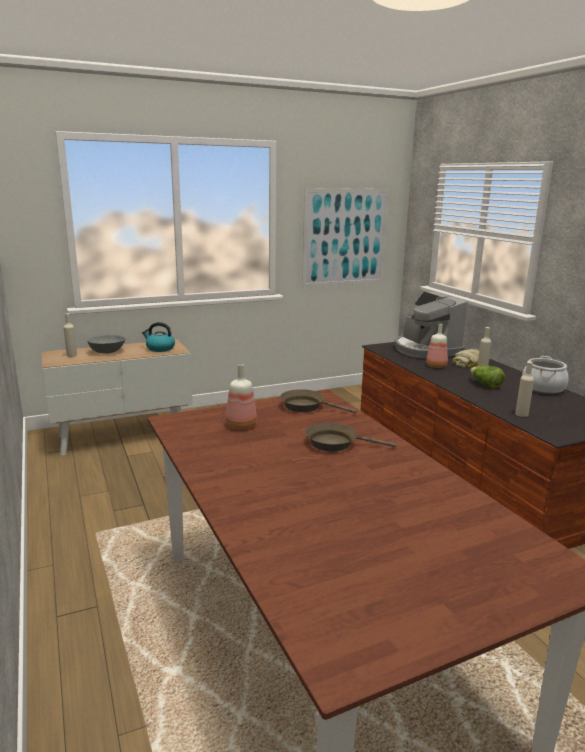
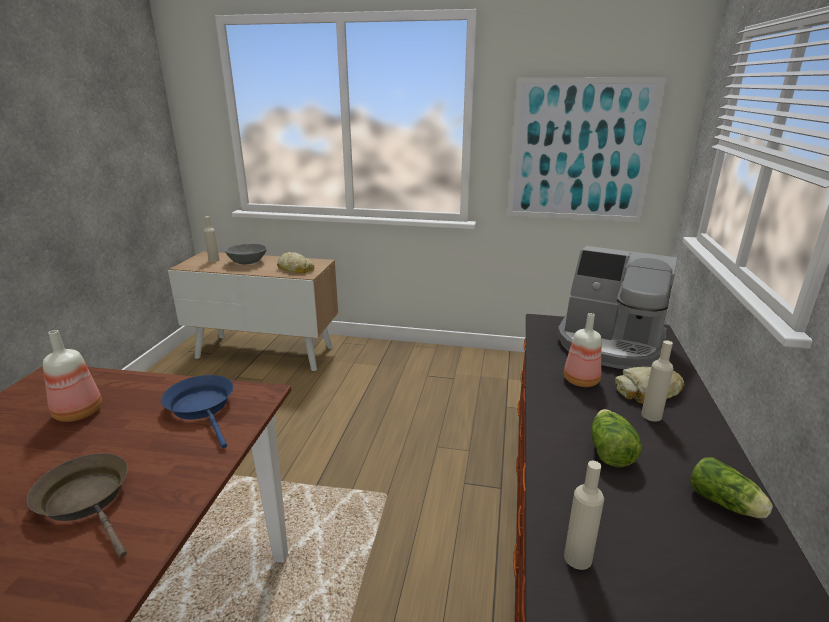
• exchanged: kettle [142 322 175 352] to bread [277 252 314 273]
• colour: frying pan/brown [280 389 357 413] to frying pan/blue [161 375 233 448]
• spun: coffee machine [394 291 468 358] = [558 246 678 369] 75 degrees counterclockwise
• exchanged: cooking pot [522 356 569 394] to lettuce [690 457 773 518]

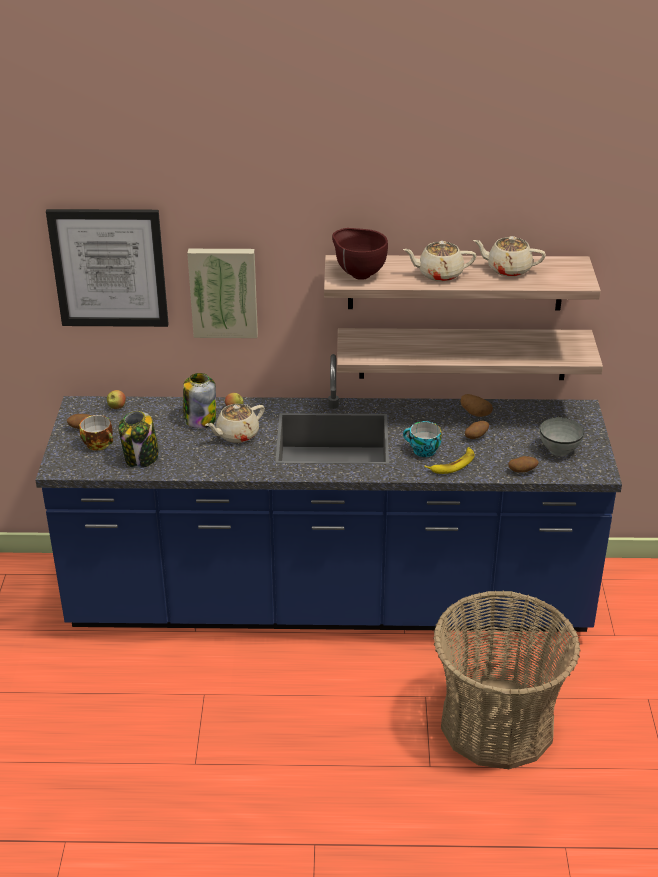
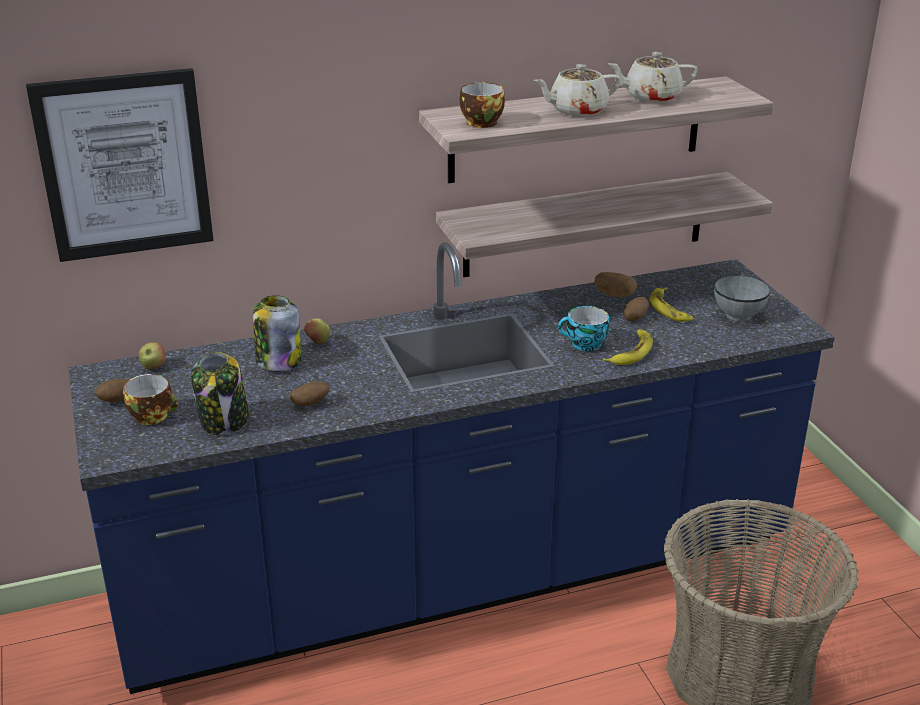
• missing: picture [187 249 258 338]
• missing: teapot/beige [205 404 265 443]
• exchanged: bowl/brown [332 228 388 280] to cup [460 83 505 128]
• relocated: potato [509 456 539 472] to [289 382 330 406]
• appeared: banana [650 287 693 322]

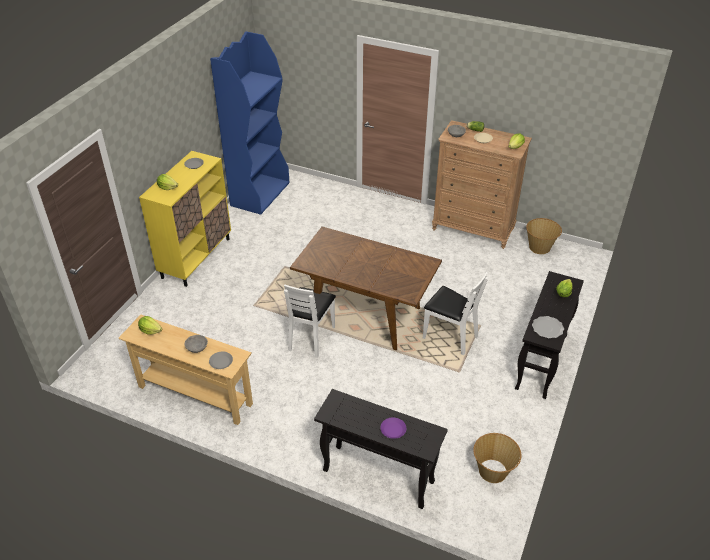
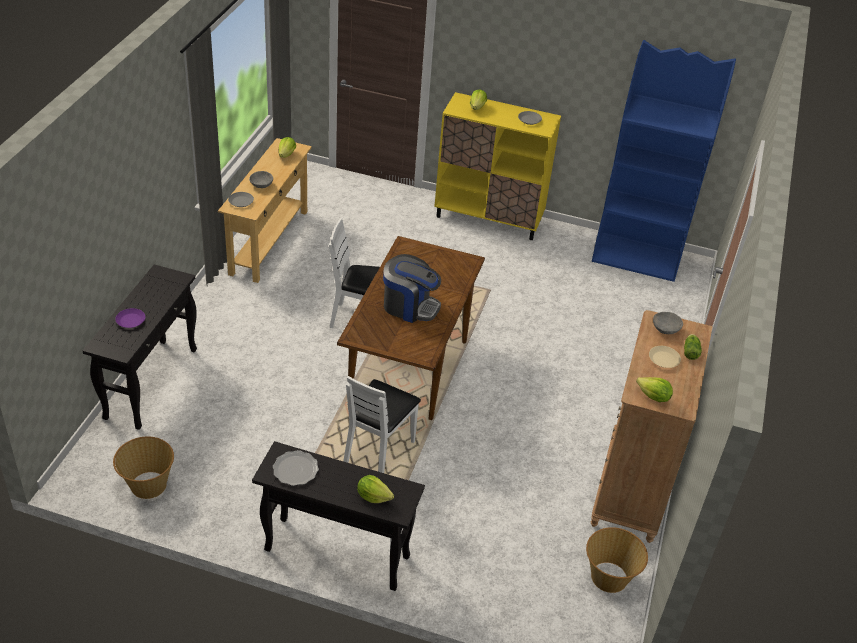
• appeared: coffee machine [383 254 441 323]

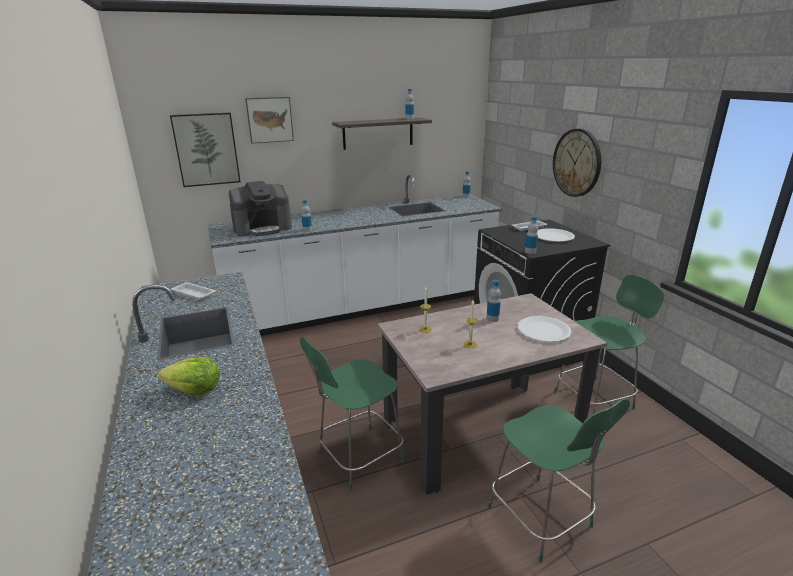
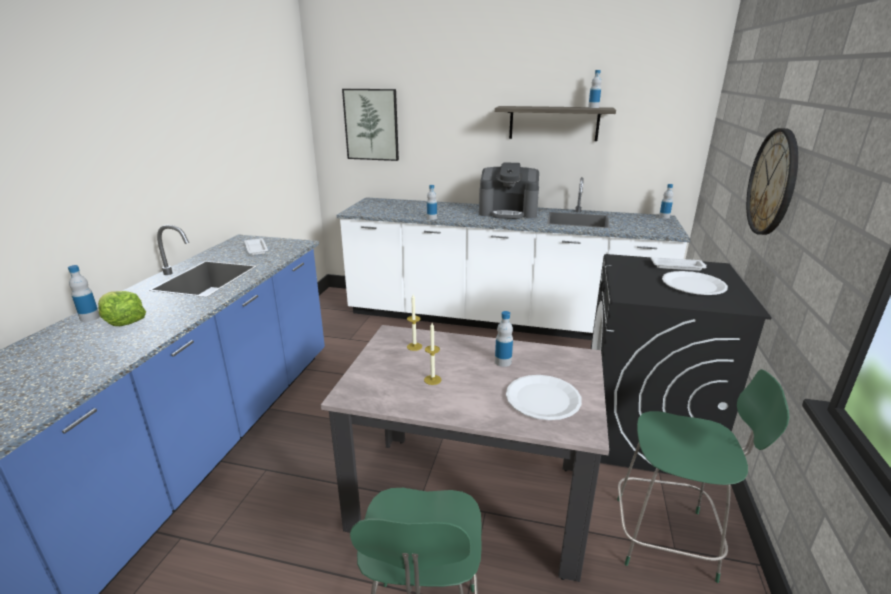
• relocated: coffee machine [229 181 292 237] to [479 162 539 219]
• missing: picture [245 97 294 144]
• missing: chair/green [300 337 405 491]
• relocated: bottle [525 216 538 254] to [68 265 100 322]

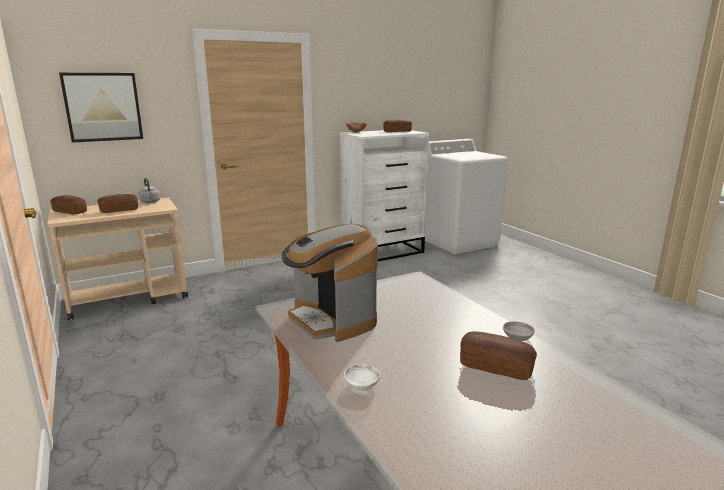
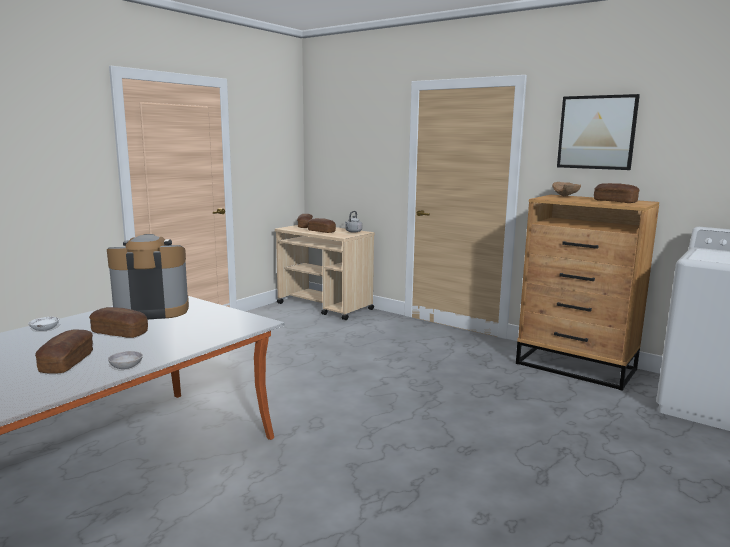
• relocated: picture [59 73 143 143] to [557 94 640 170]
• spun: coffee machine [281 224 378 342] = [107 234 189 320] 45 degrees clockwise
• colour: dresser/white [339 130 429 261] to dresser/brown [516 195 659 391]
• appeared: bread [89 307 148 338]

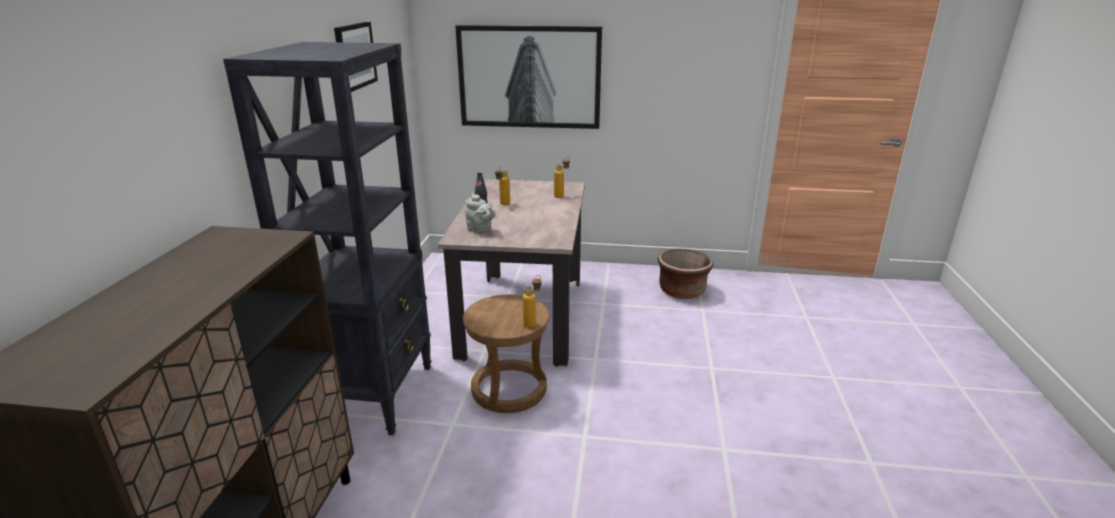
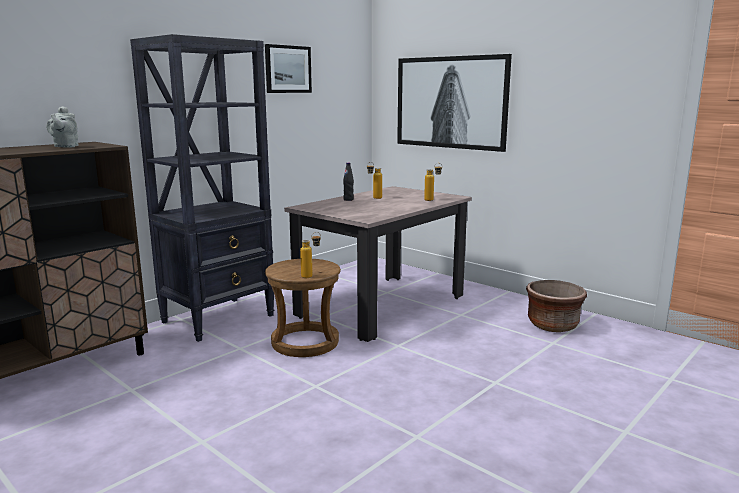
• relocated: teapot/grey [465 194 496 234] to [46 106 78 148]

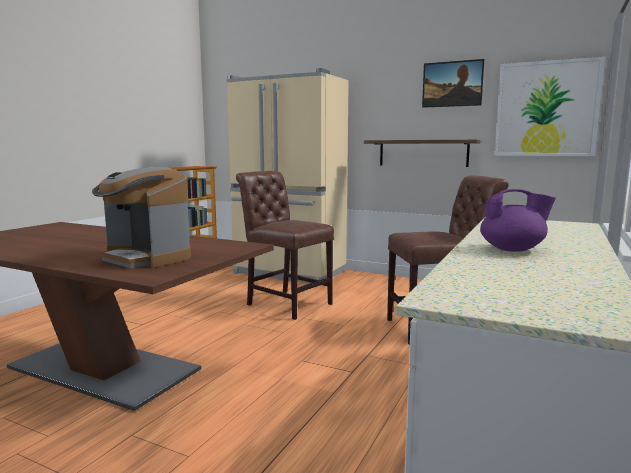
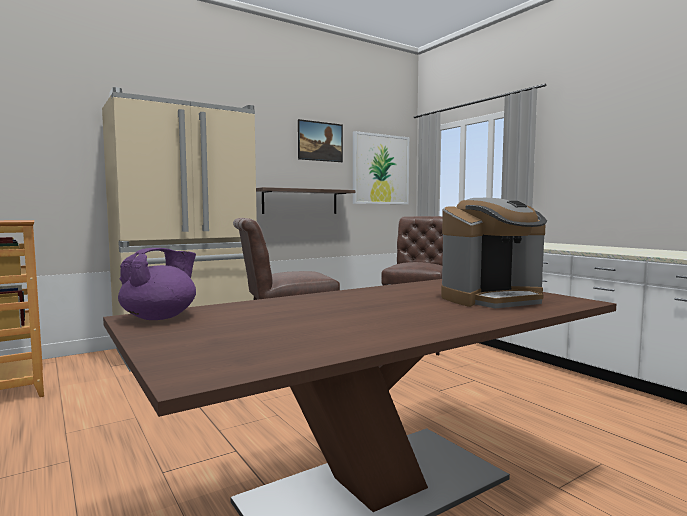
• relocated: teapot/purple [480 189 556 252] to [118 248 196 320]

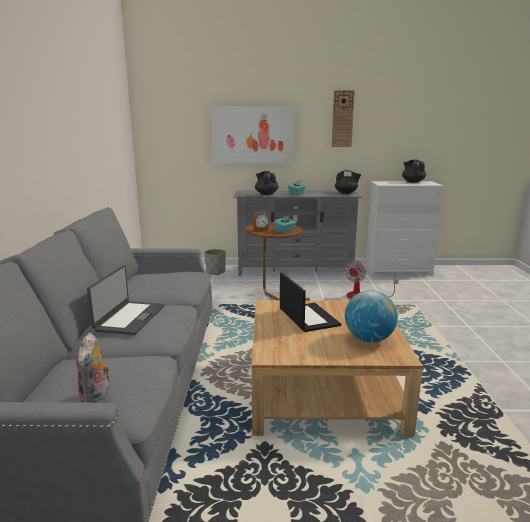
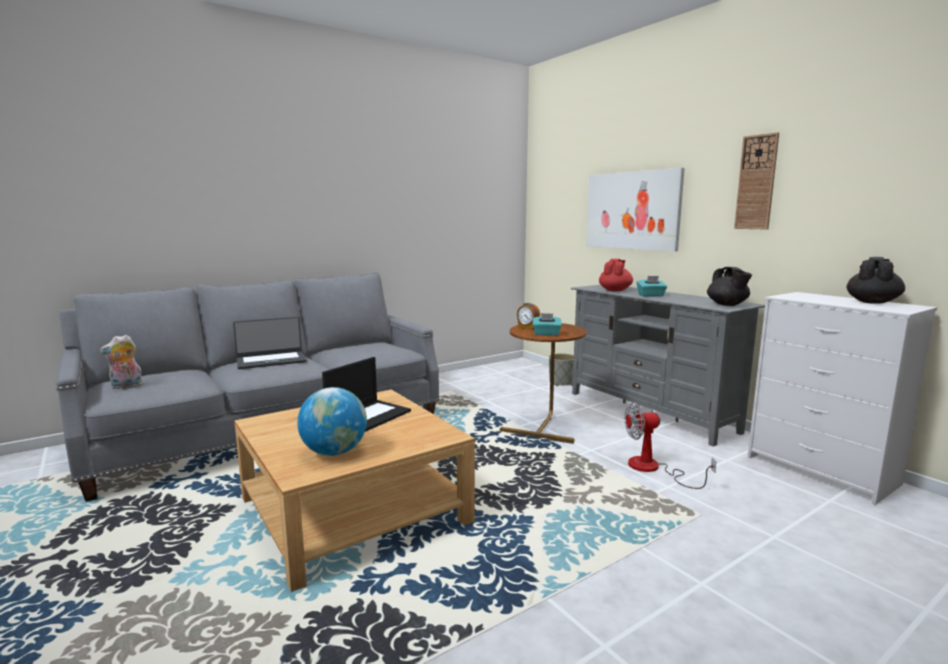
• colour: teapot/black [255 171 279 195] to teapot/red [599 259 633 291]

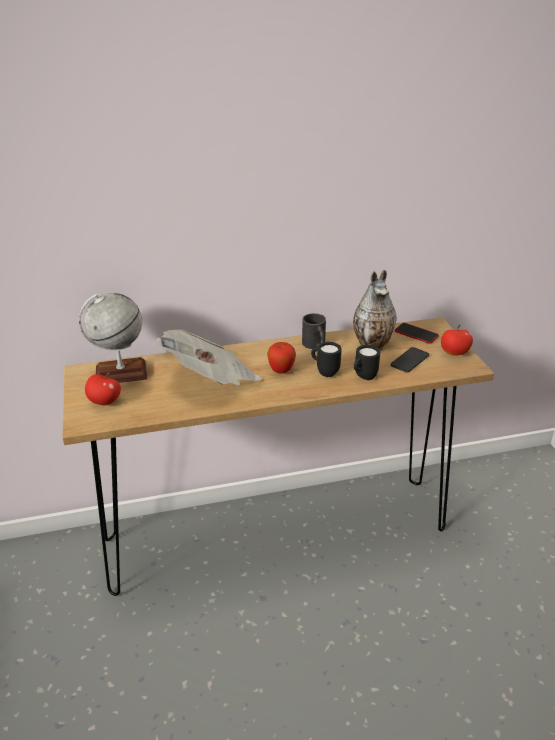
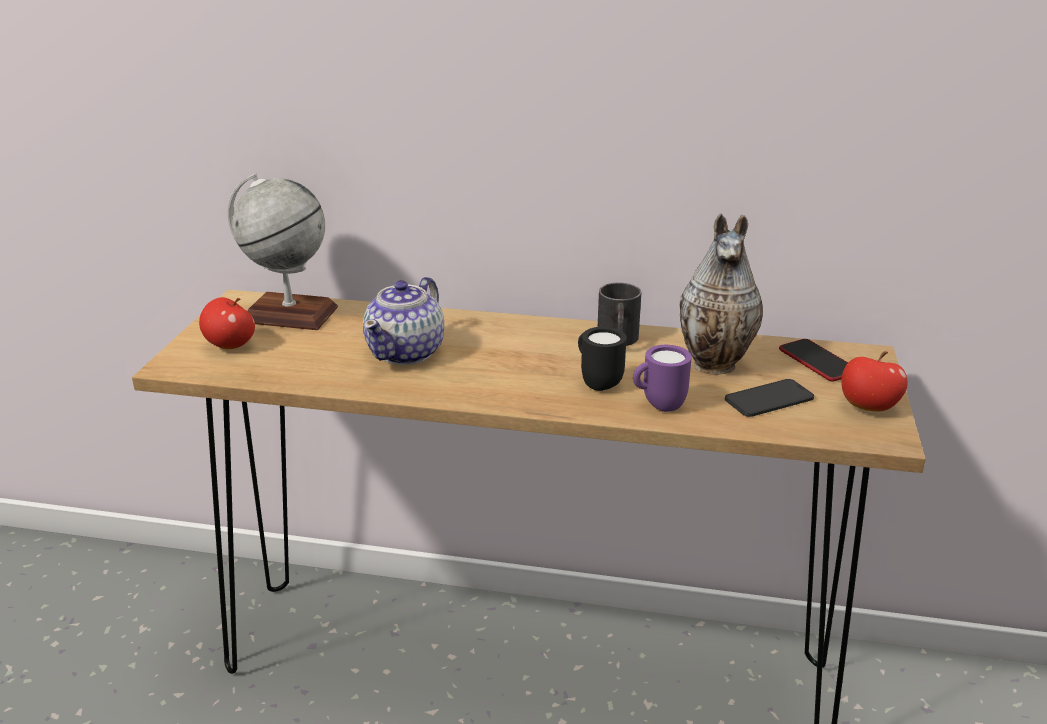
• exchanged: newspaper [155 329 262 385] to teapot [363 277 444 365]
• missing: apple [267 342 296 374]
• colour: mug/black [354 345 380 380] to mug/purple [633 345 692 412]

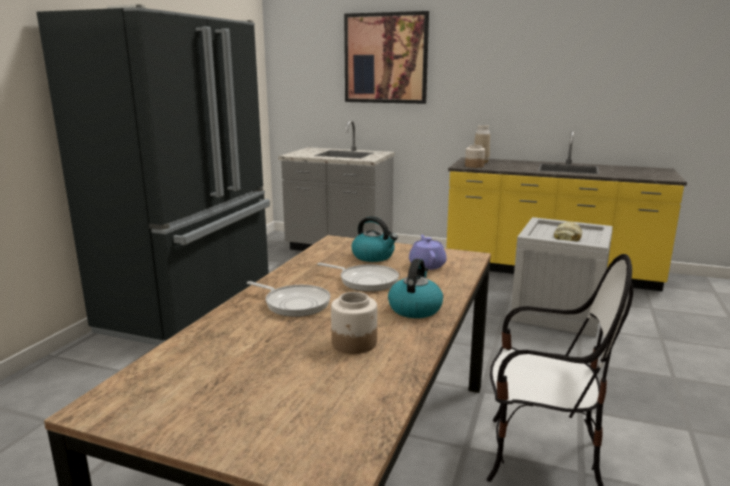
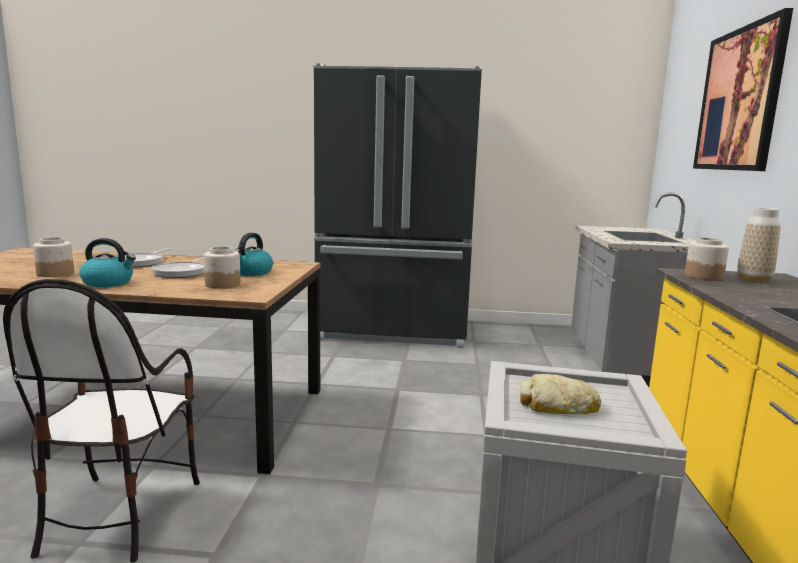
• exchanged: teapot/purple [409 235 447 270] to jar [204 246 241 289]

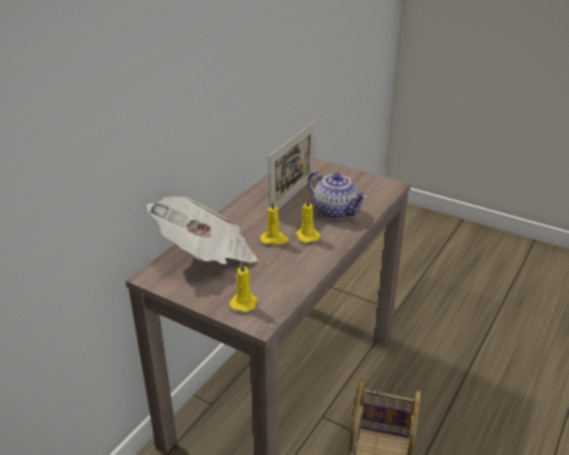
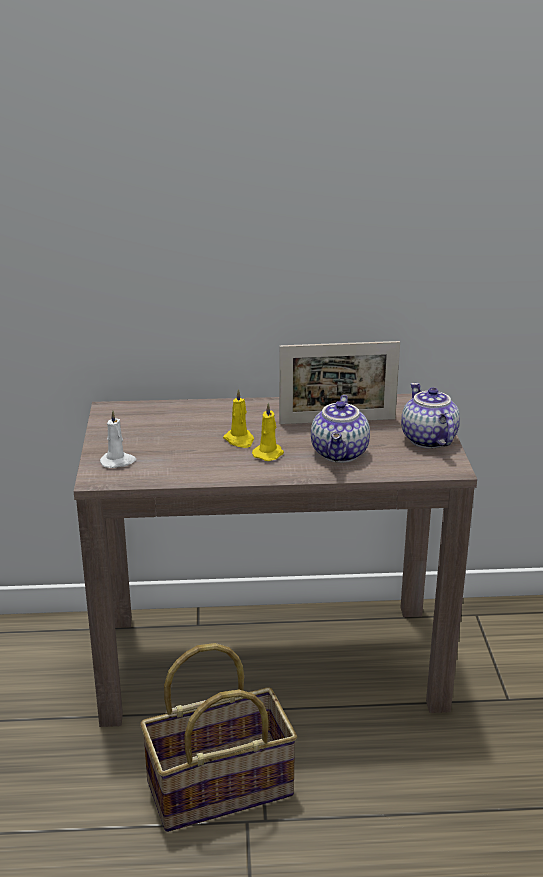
• missing: newspaper [146 196 258 265]
• colour: candle/yellow [229 261 258 312] to candle/white [100 410 136 468]
• appeared: teapot [401 383 460 449]

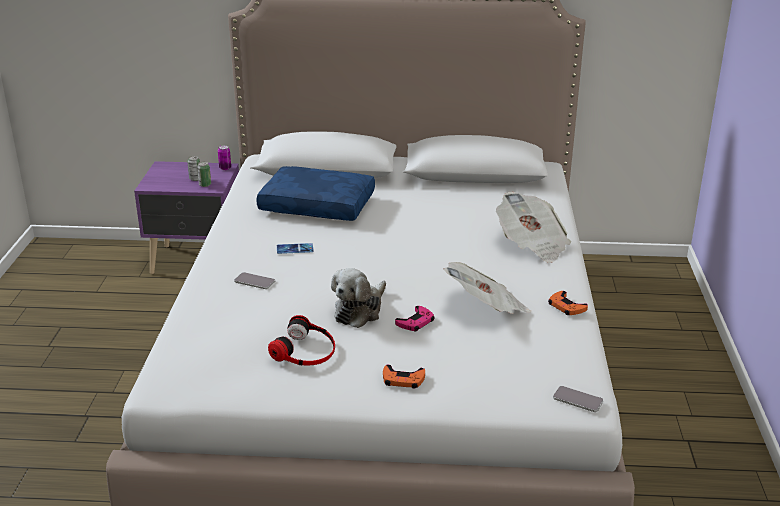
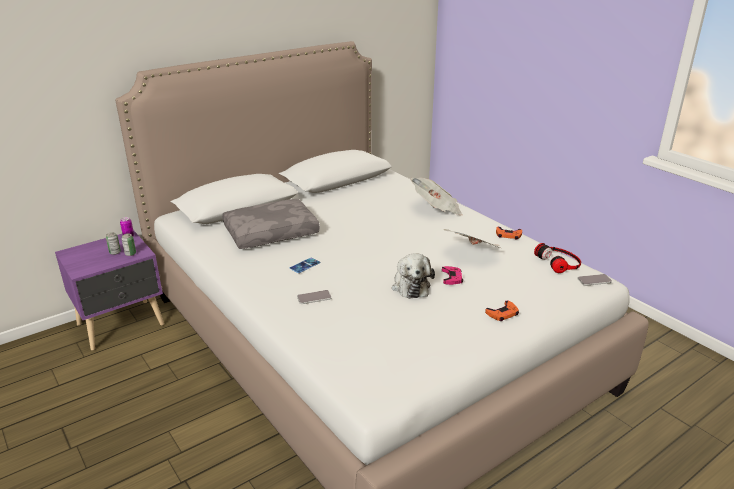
• colour: pillow/blue [256 166 375 221] to pillow/grey [222 199 320 249]
• relocated: headphones [268 315 335 366] to [534 243 581 273]

